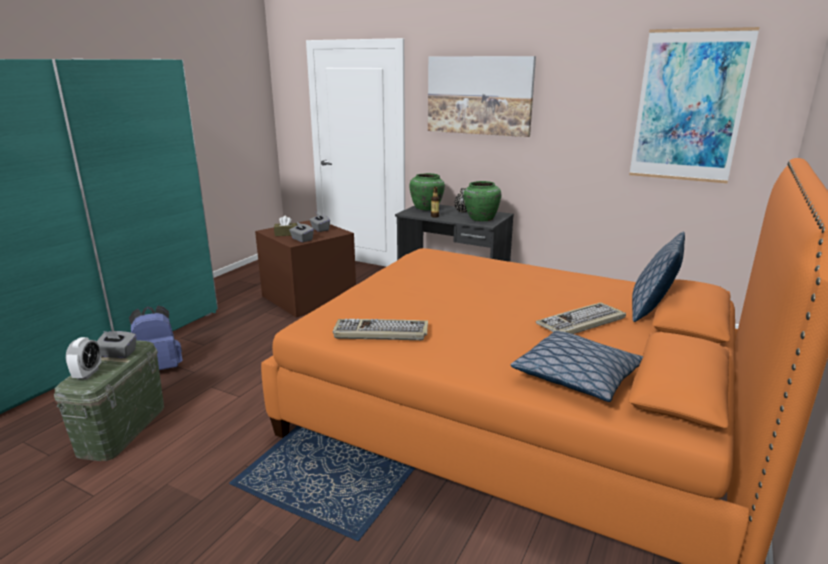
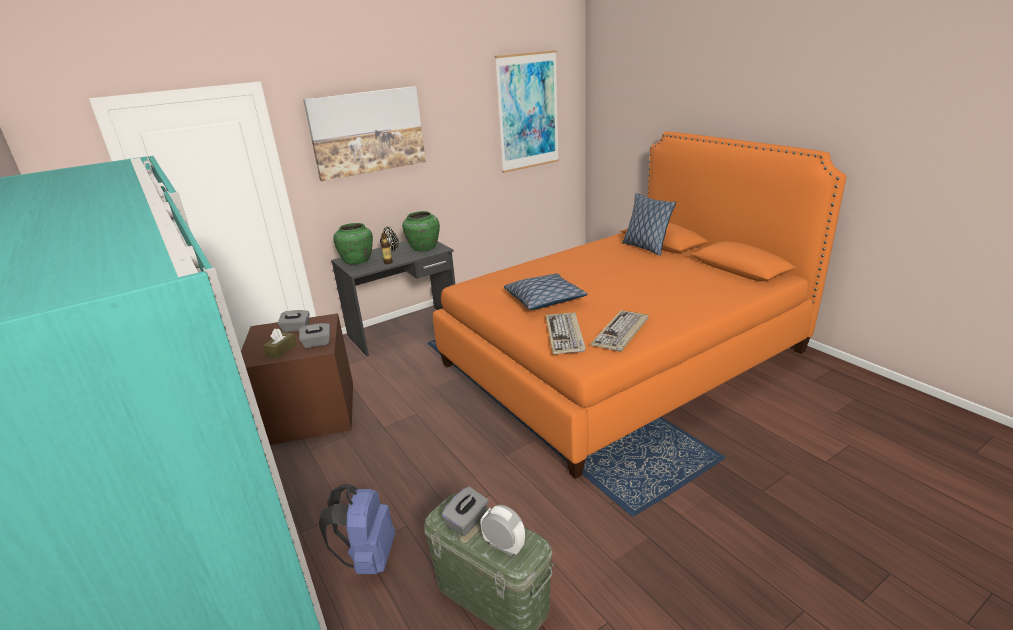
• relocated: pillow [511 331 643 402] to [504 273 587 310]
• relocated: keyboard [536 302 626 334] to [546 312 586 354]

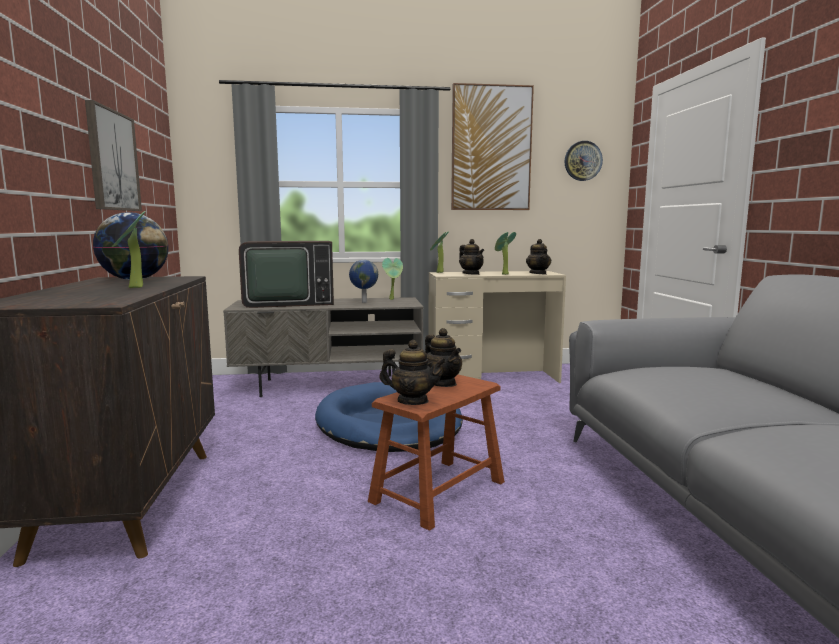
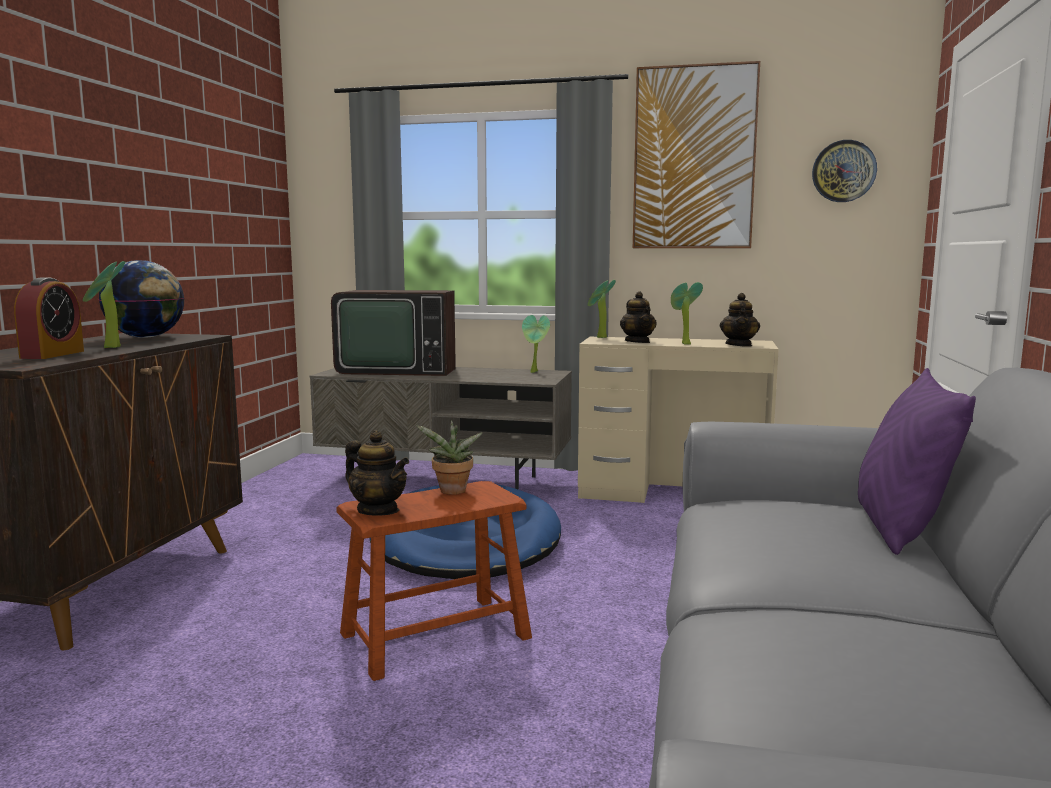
• missing: picture [85 100 142 211]
• missing: globe [349 260 378 303]
• exchanged: teapot [425 328 462 387] to potted plant [416 420 483 495]
• appeared: alarm clock [14 277 84 359]
• appeared: pillow/purple [858 368 976 555]

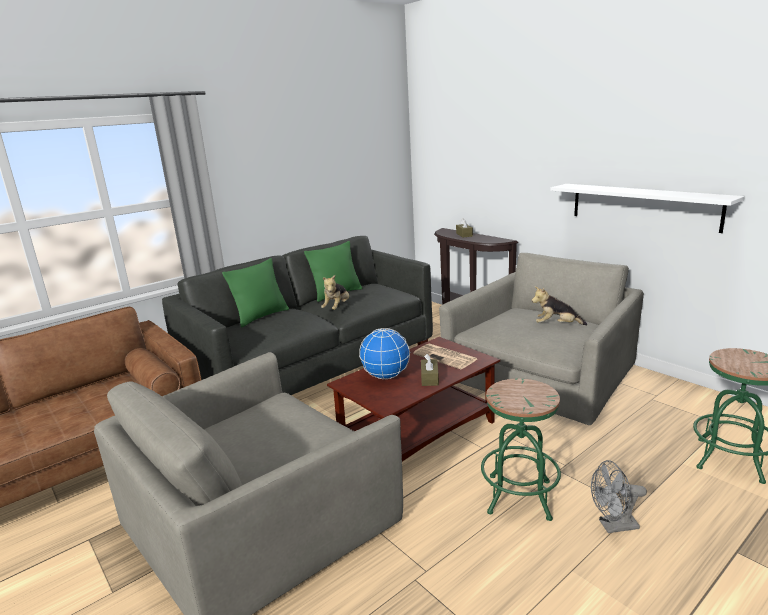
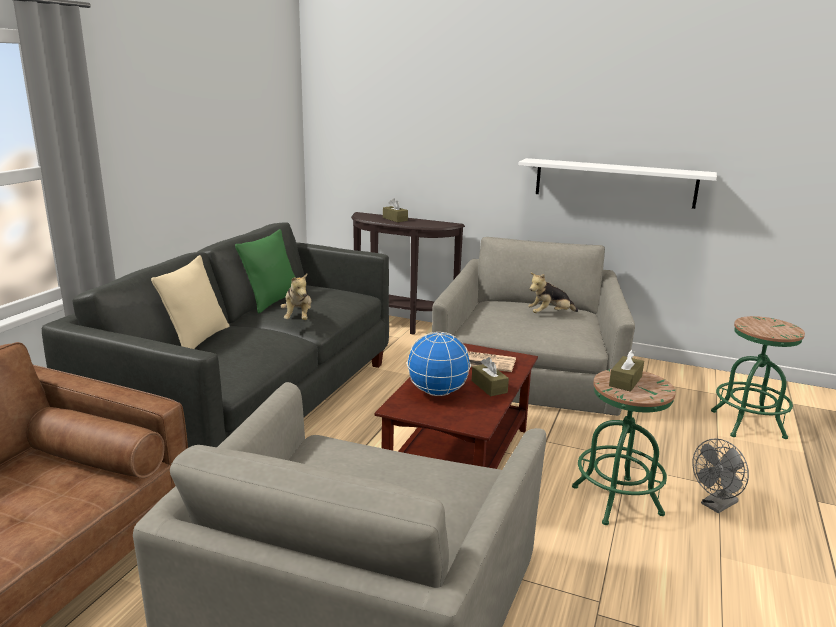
• colour: pillow/green [222 258 289 328] to pillow/beige [151 255 229 349]
• appeared: tissue box/brown [609 349 644 392]

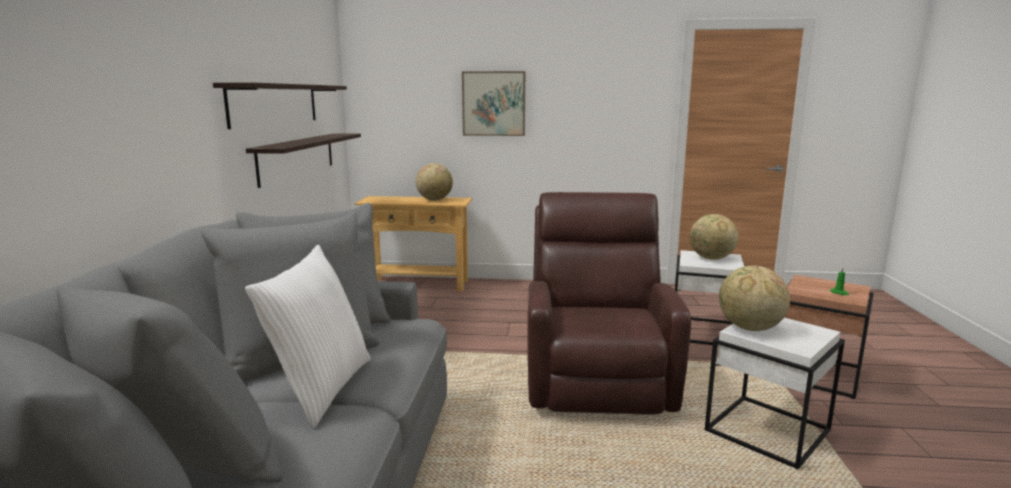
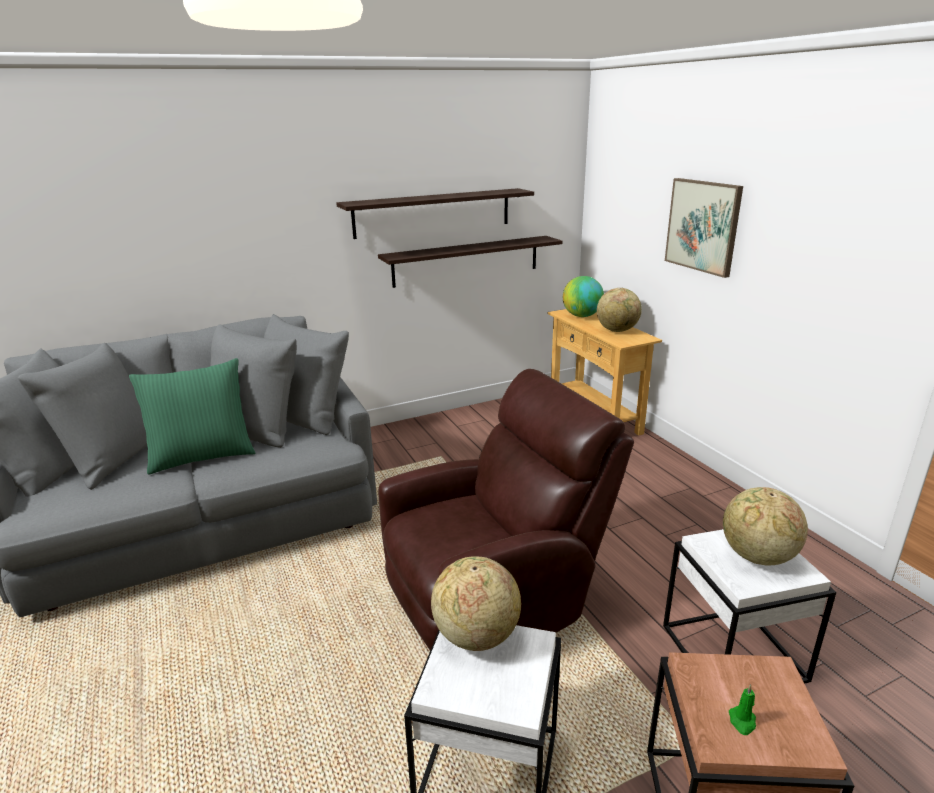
• colour: pillow/white [245 245 371 428] to pillow/green [129 358 255 474]
• appeared: globe [563 276 604 317]

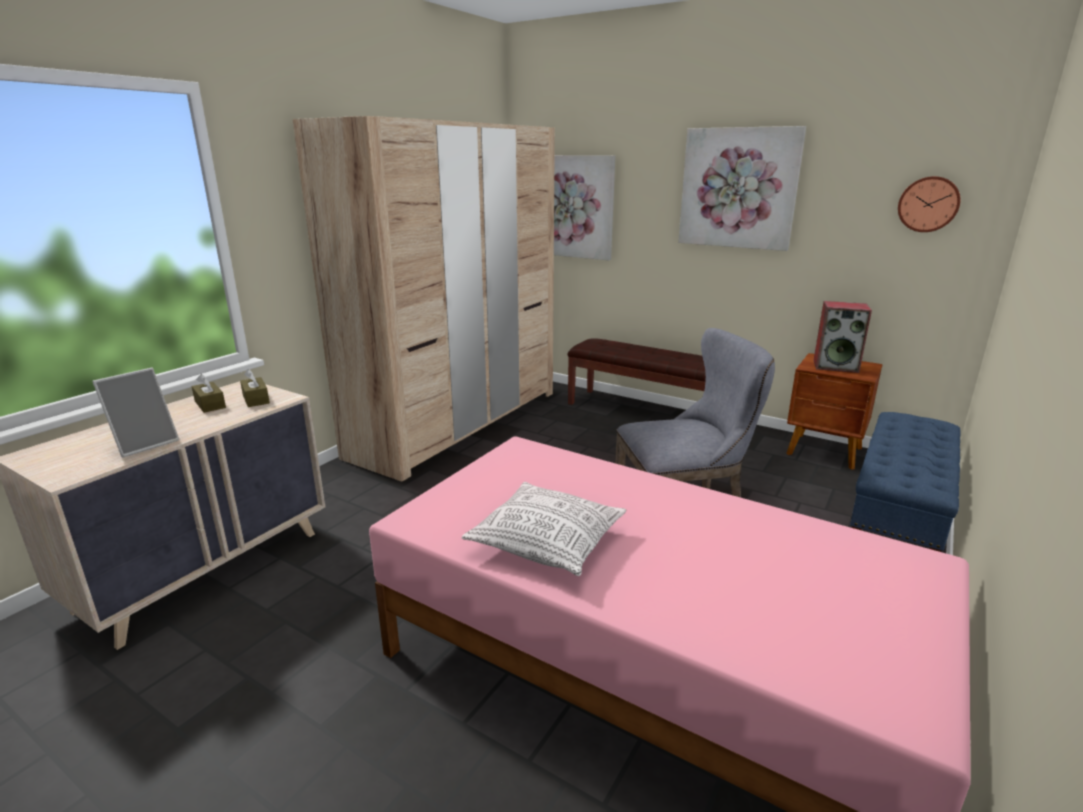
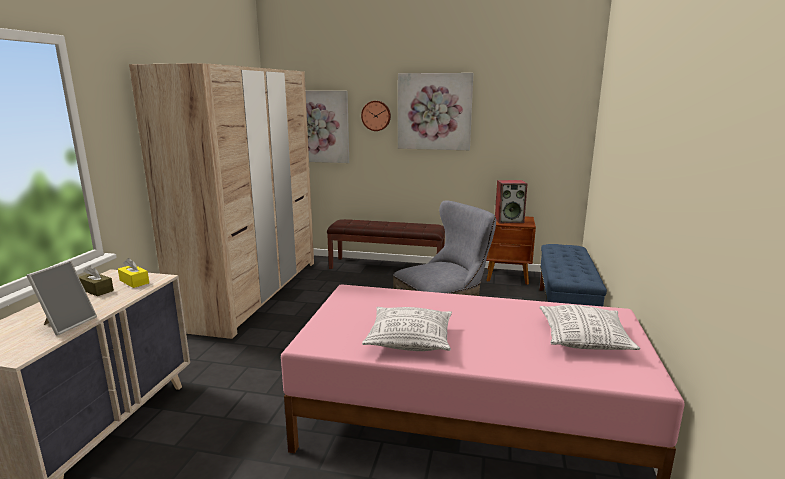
• colour: tissue box/brown [240 369 270 407] to tissue box/yellow [118 258 149 288]
• relocated: wall clock [898 176 961 232] to [361 101 391 131]
• appeared: pillow [539 305 640 350]

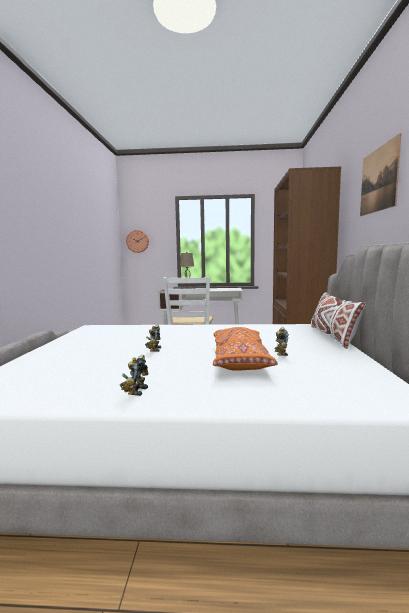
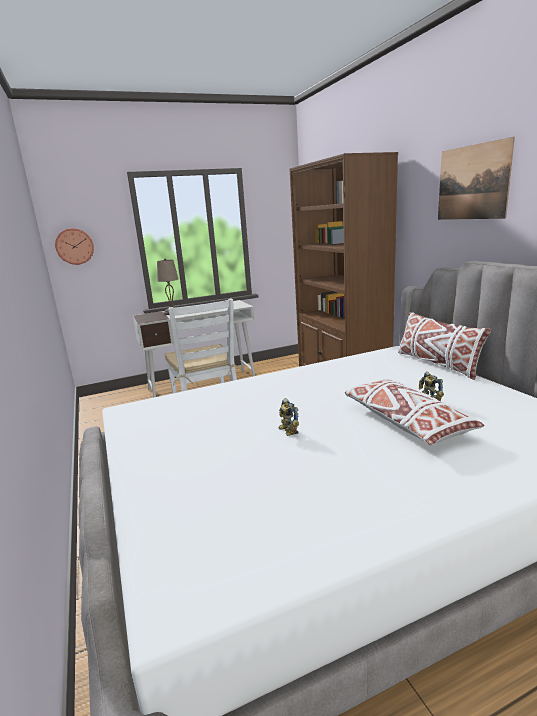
• missing: toy robot [120 355 148 396]
• colour: pillow/orange [213 327 278 371] to pillow/white [345 379 484 445]

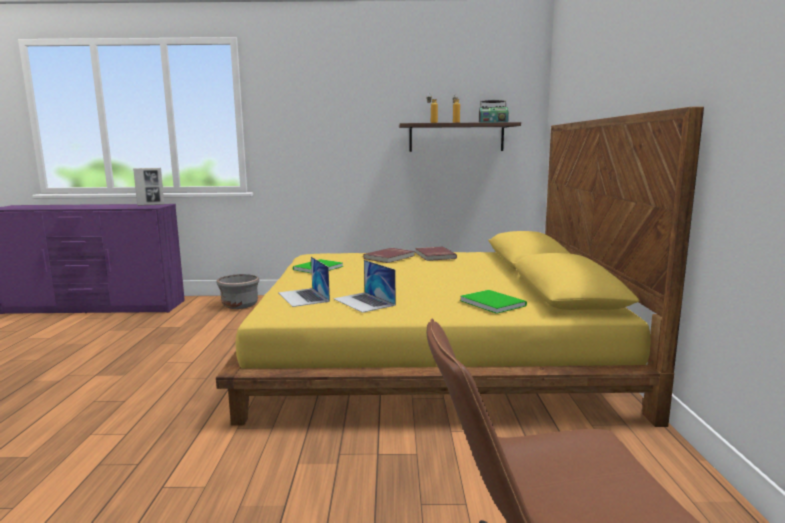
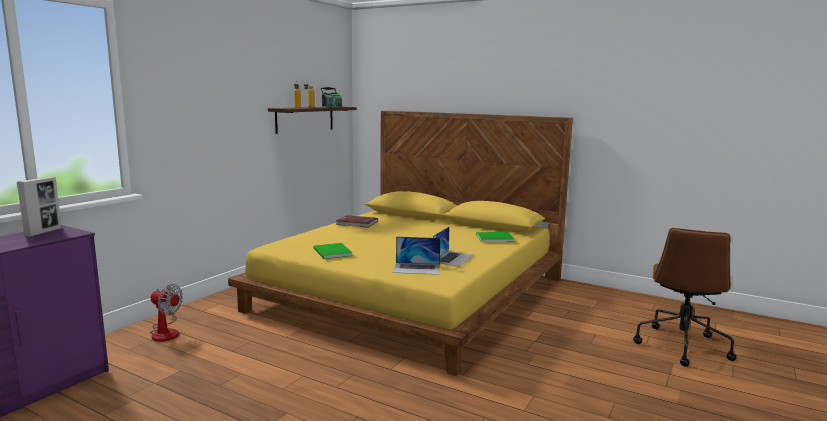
• exchanged: planter/grey [217 274 259 309] to fan [150 284 183 342]
• spun: laptop [333 260 396 313] = [433 226 474 267] 60 degrees counterclockwise
• missing: book/red [363 248 415 263]

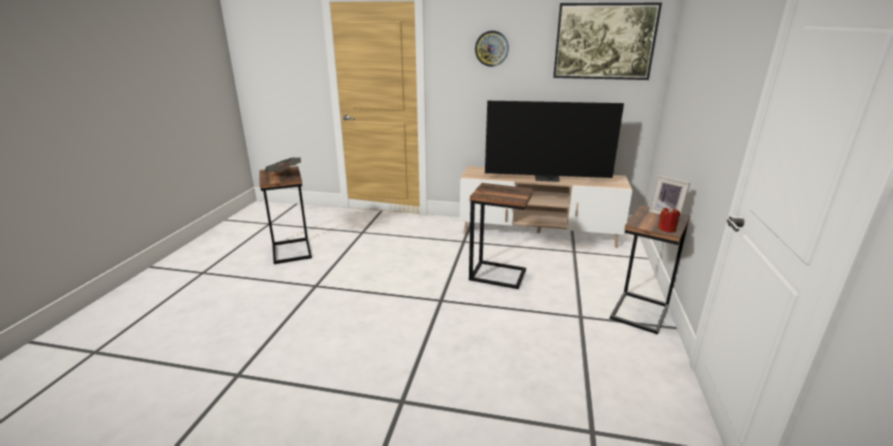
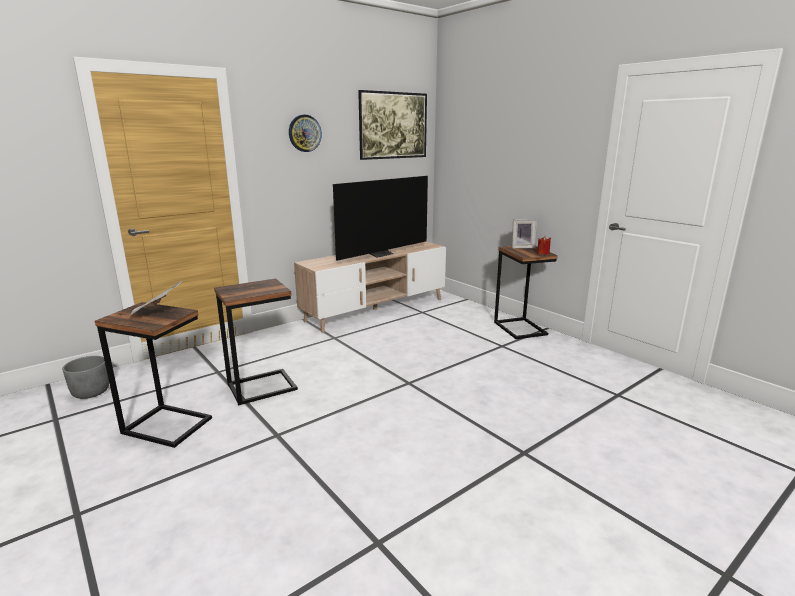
• relocated: side table [469 183 533 289] to [214 279 298 405]
• appeared: planter/grey [62 356 109 399]

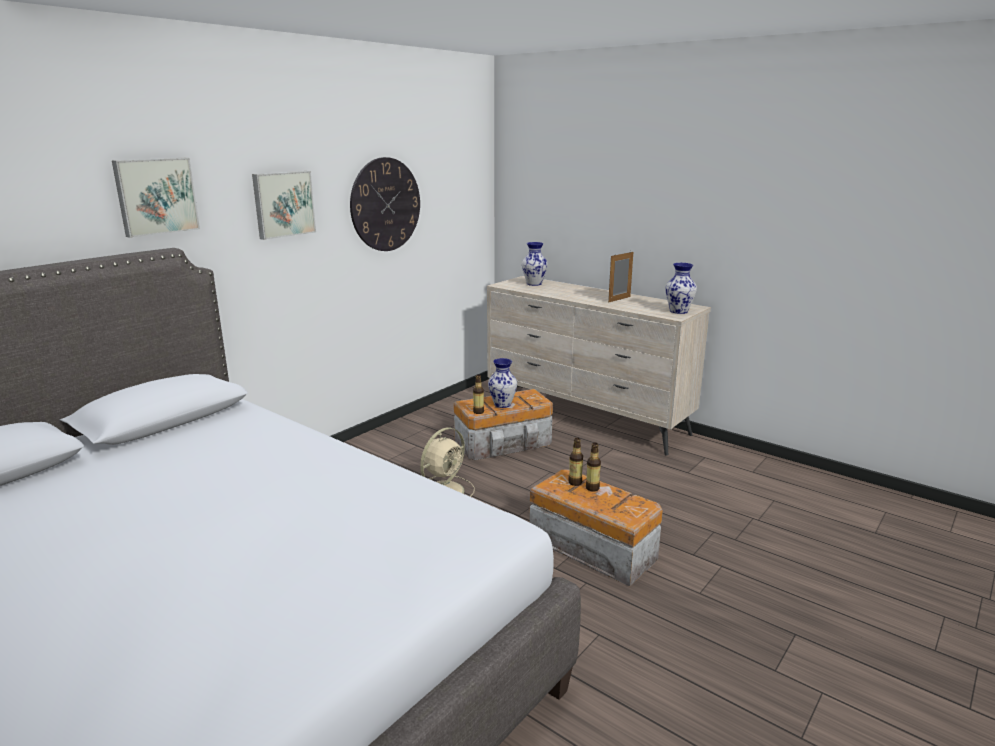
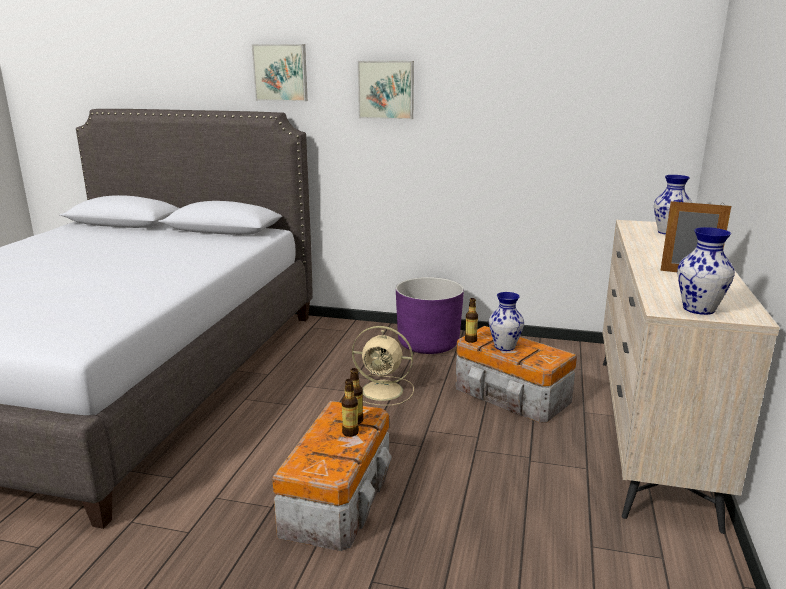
• missing: wall clock [350 157 420 251]
• appeared: planter/purple [396 277 464 354]

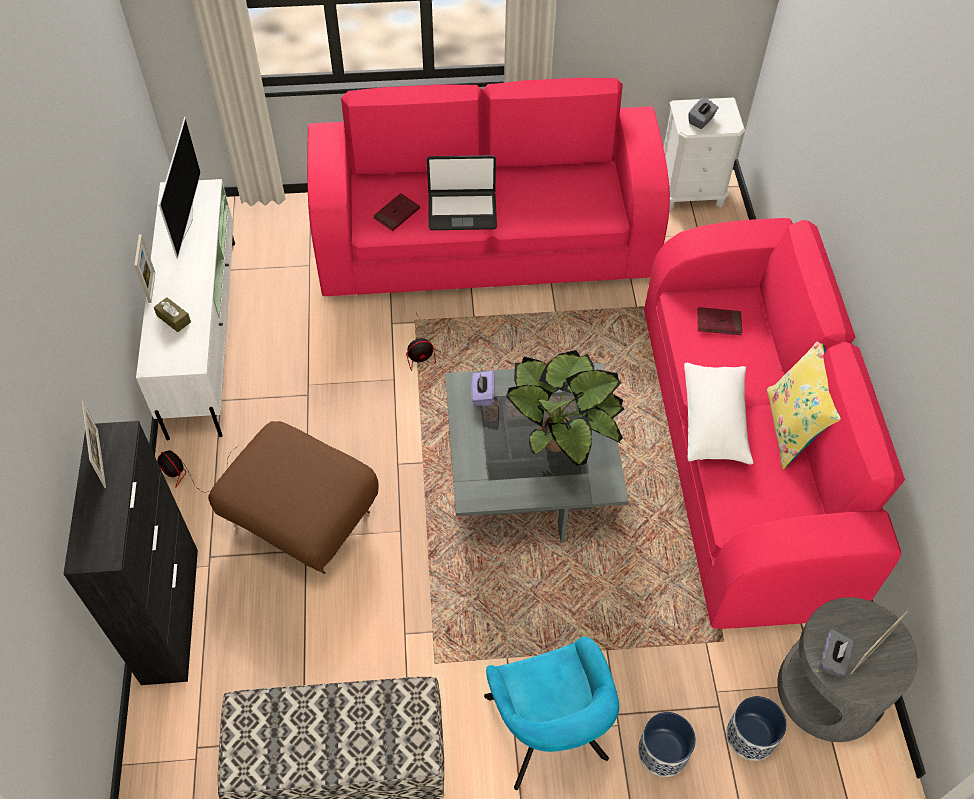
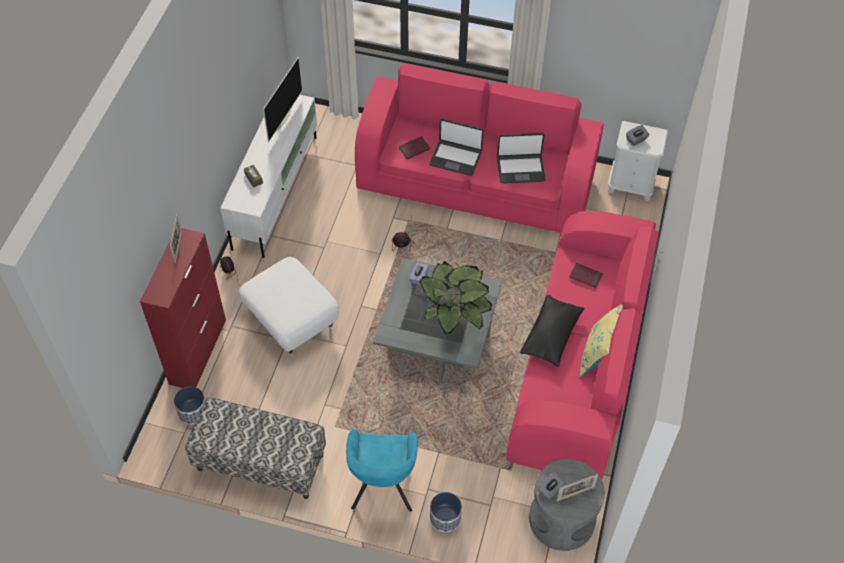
• colour: cabinet/black [63 421 198 685] to cabinet/red [140 228 226 388]
• missing: picture frame [134 234 155 303]
• colour: ottoman/brown [208 421 378 574] to ottoman/white [239 256 339 357]
• colour: pillow/white [684 363 753 465] to pillow/black [520 295 585 367]
• relocated: planter [726 696 787 761] to [174 386 205 425]
• appeared: laptop [497 133 546 184]

